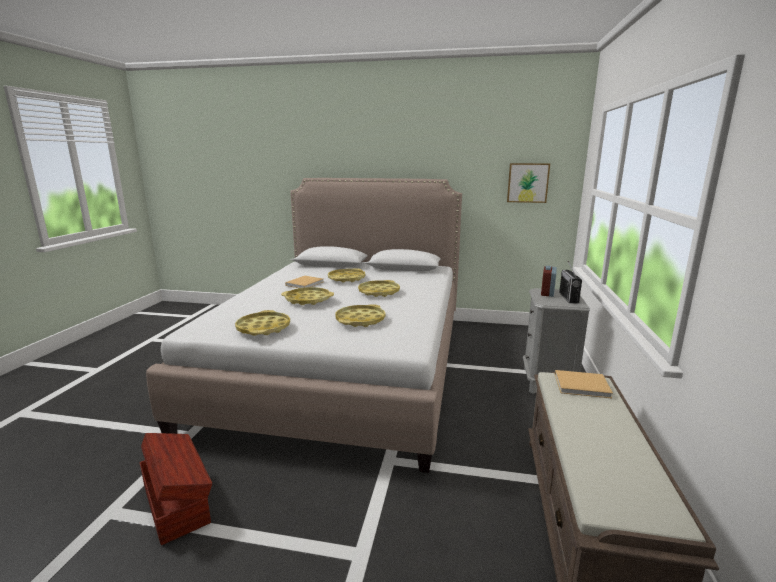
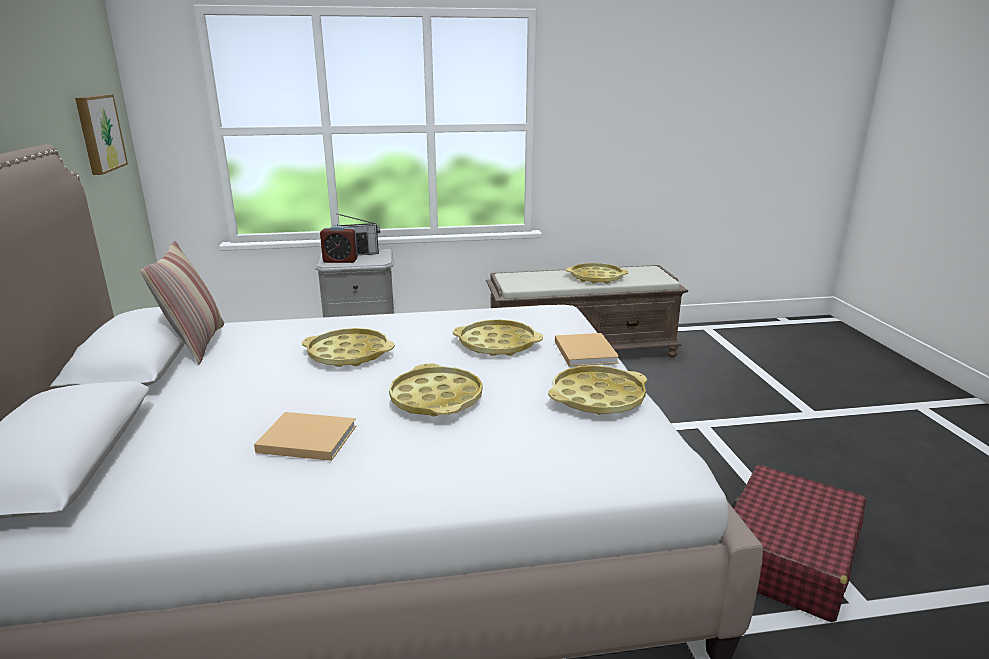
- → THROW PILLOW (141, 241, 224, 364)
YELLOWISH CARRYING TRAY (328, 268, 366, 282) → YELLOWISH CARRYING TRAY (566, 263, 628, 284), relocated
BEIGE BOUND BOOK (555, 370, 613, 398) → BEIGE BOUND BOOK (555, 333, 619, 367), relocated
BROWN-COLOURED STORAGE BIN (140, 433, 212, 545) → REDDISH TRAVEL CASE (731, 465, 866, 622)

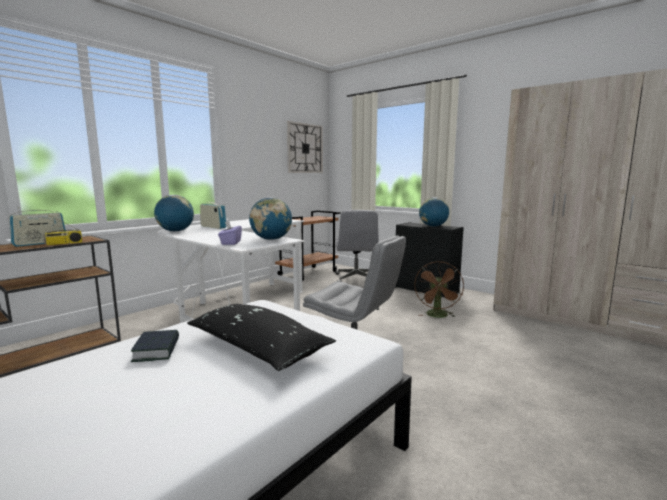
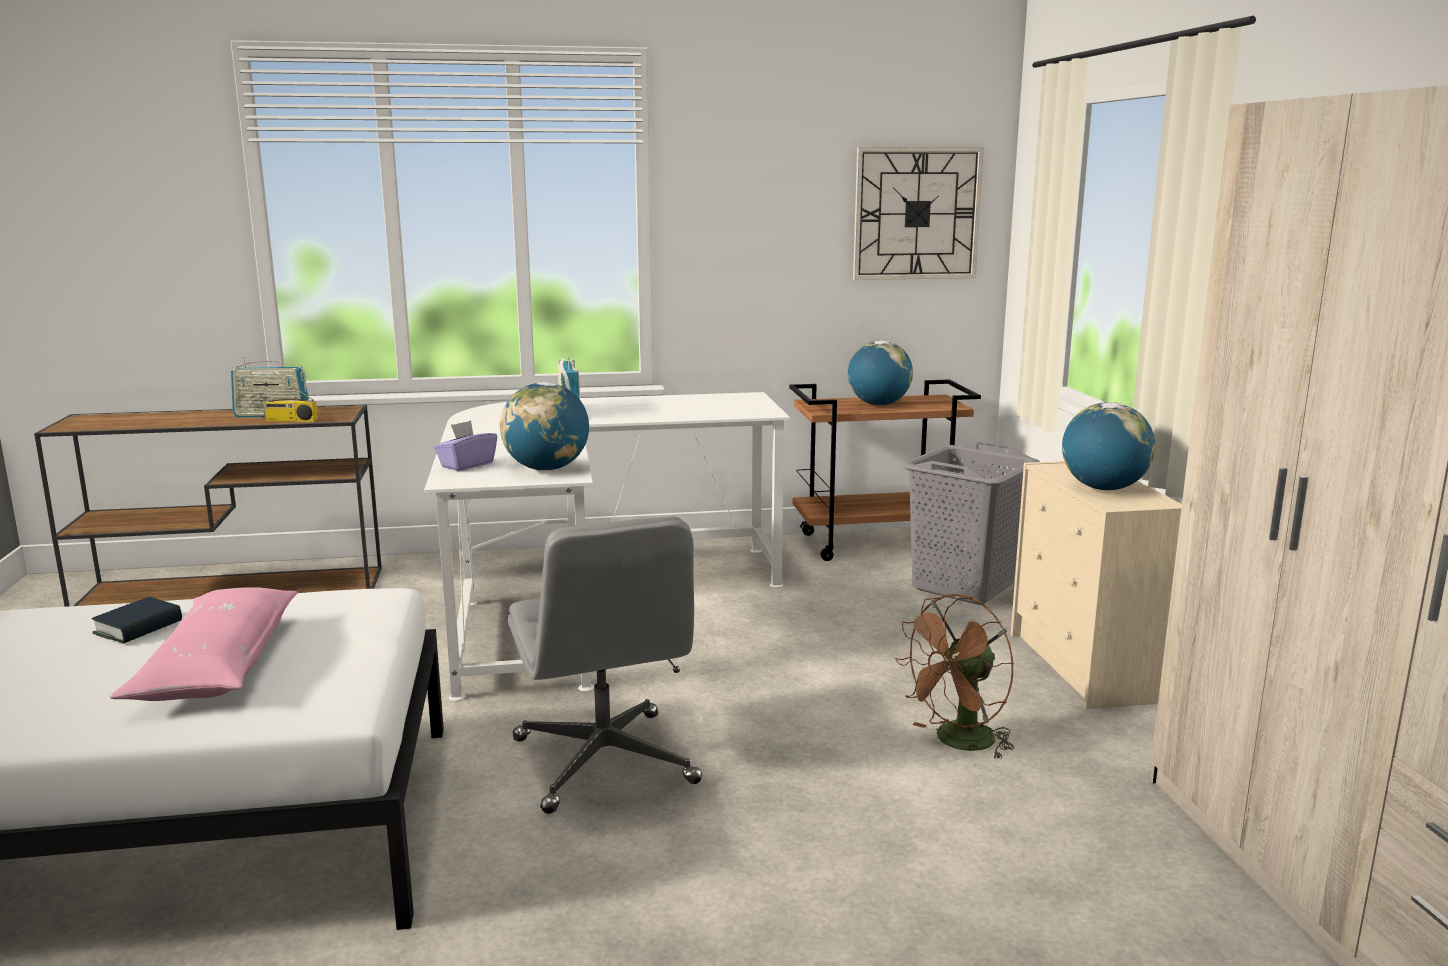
WORLD GLOBE (154, 195, 194, 232) → WORLD GLOBE (848, 340, 913, 405), relocated
GREY COMPUTER CHAIR (335, 210, 378, 282) → GREY HAMPER (901, 441, 1040, 605)
BLACKISH THROW PILLOW (187, 304, 336, 371) → PINK-COLOURED THROW PILLOW (110, 587, 297, 701)
BLACKISH CHEST OF DRAWERS (395, 222, 464, 297) → BEIGE CHEST OF DRAWERS (1011, 461, 1182, 710)

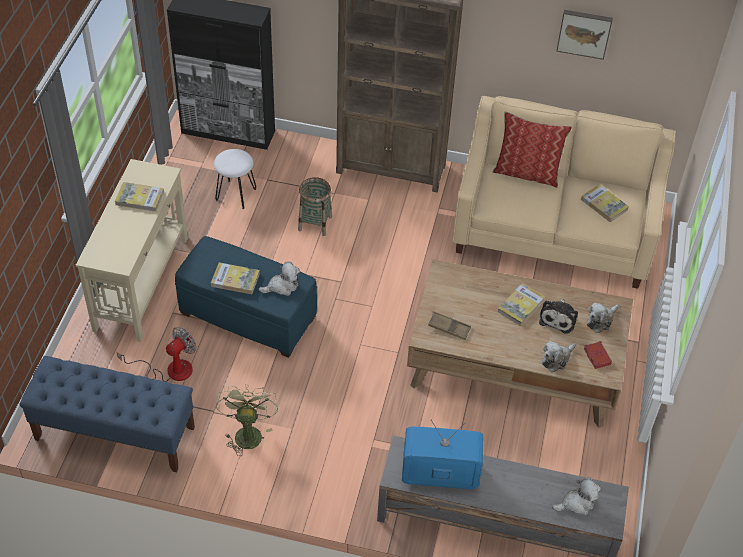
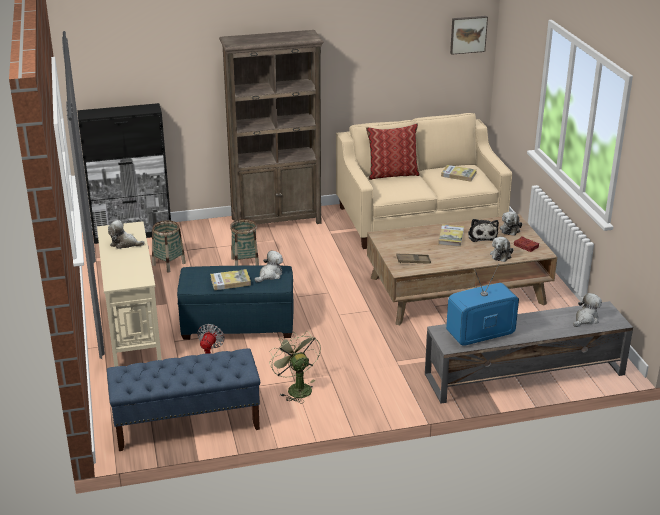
WALL PICTURE (556, 10, 613, 60) → WALL PICTURE (450, 16, 488, 54), relocated
BOUND BOOK (115, 182, 164, 212) → SOFT TOY (108, 220, 145, 249)
WHITE-COLOURED STOOL (214, 149, 256, 209) → STORAGE BASKET (152, 220, 186, 272)

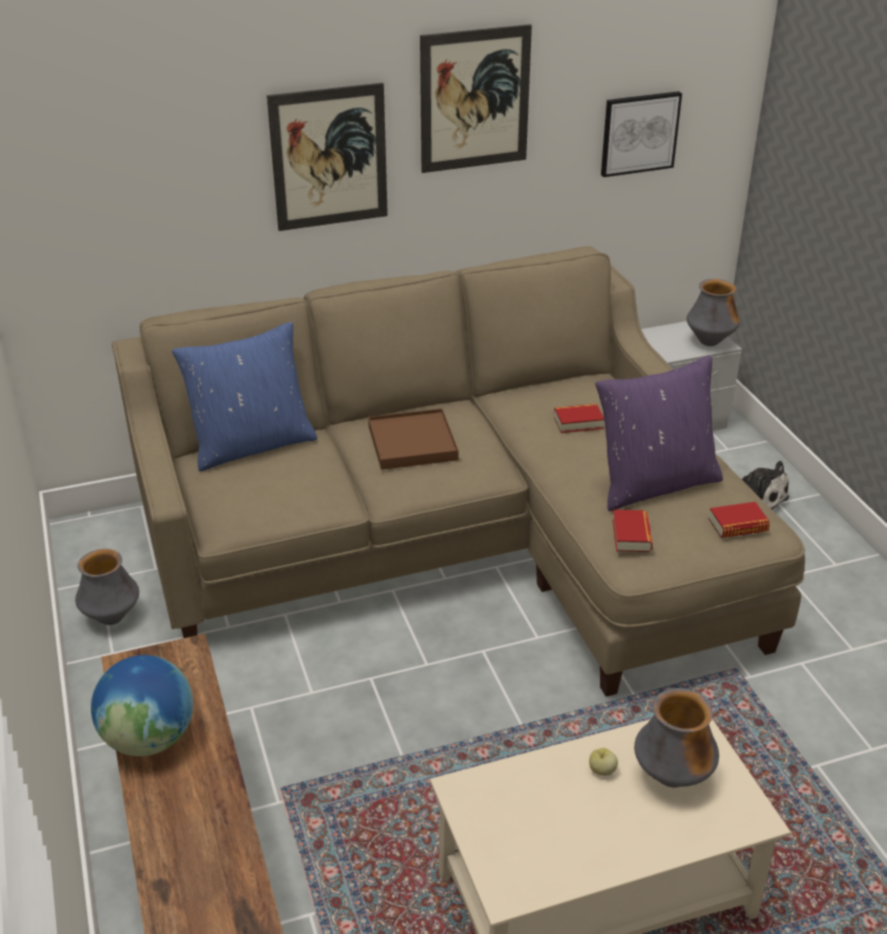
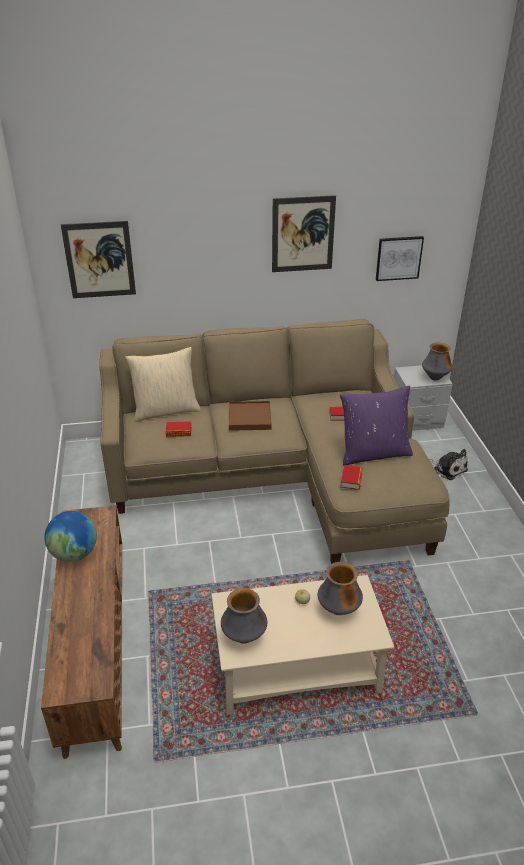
FLOWER VASE (75, 549, 139, 625) → FLOWER VASE (221, 588, 267, 644), relocated
WALL PICTURE (267, 83, 388, 231) → WALL PICTURE (61, 221, 136, 298), relocated
BOUND BOOK (708, 502, 770, 538) → BOUND BOOK (166, 421, 191, 437), relocated
BLUISH THROW PILLOW (172, 322, 317, 471) → BEIGE THROW PILLOW (125, 347, 201, 422)

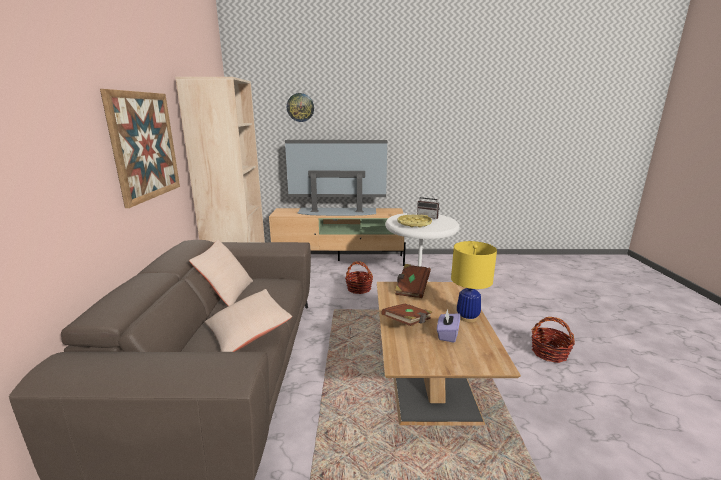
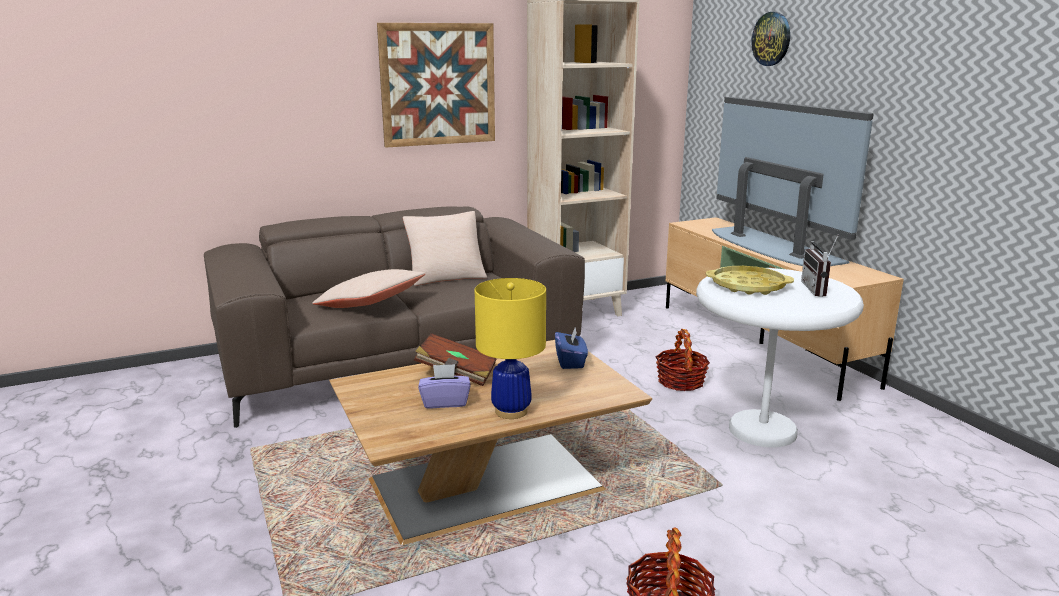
BROWN-COLOURED BOUND BOOK (395, 264, 431, 298) → BLUISH TISSUE HOLDER (555, 328, 588, 369)

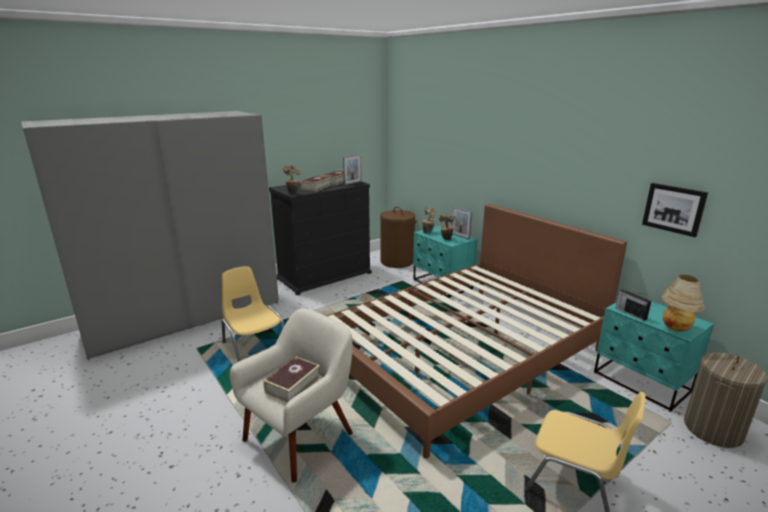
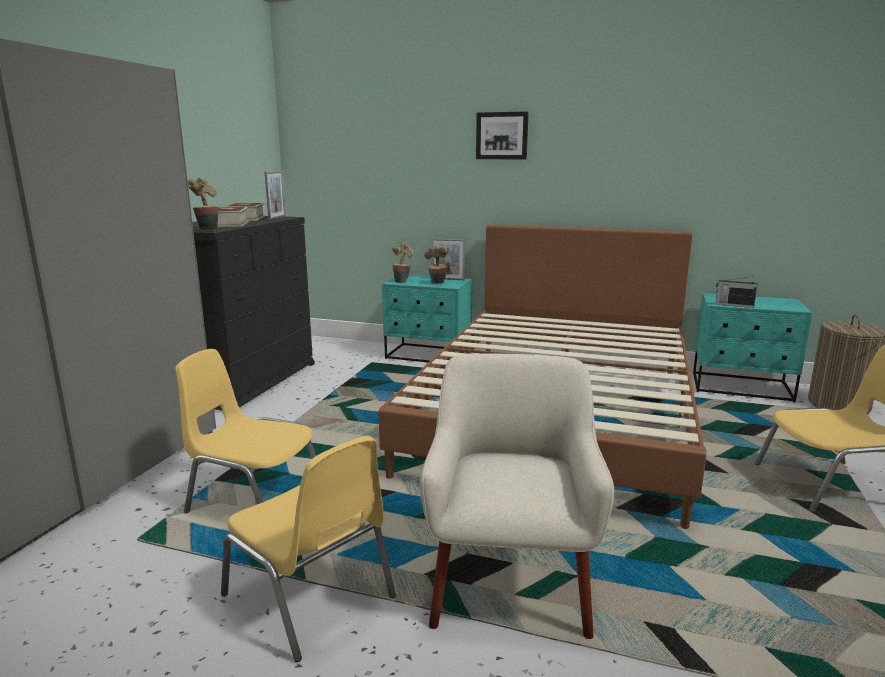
BOUND BOOK (263, 356, 320, 403) → -
BROWN-COLOURED HAMPER (380, 207, 417, 268) → -
TABLETOP LAMP (662, 275, 705, 332) → -
- → YELLOWISH UPRIGHT CHAIR (221, 436, 396, 662)
WALL PICTURE (642, 183, 708, 237) → WALL PICTURE (476, 111, 529, 159), relocated

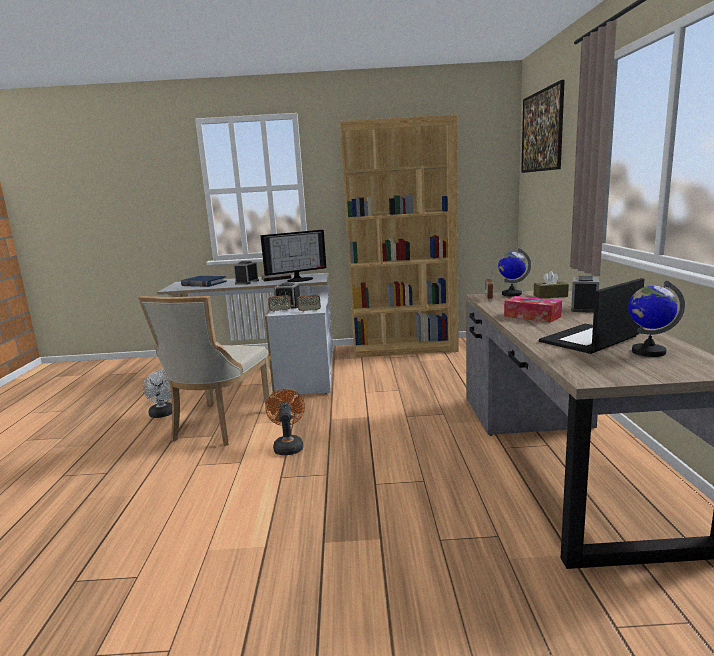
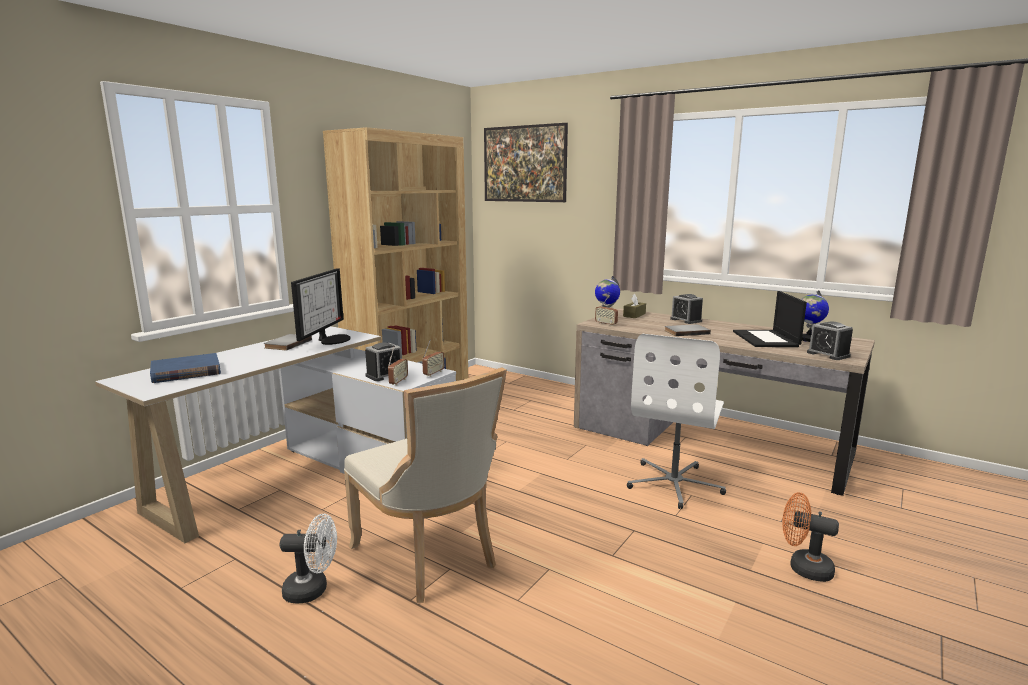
- → WHITE-COLOURED COMPUTER CHAIR (627, 334, 726, 509)
TABLE CLOCK (234, 261, 259, 285) → TABLE CLOCK (807, 322, 853, 360), relocated
ORANGEY FAN (265, 389, 305, 455) → ORANGEY FAN (782, 492, 839, 582), relocated
TISSUE HOLDER (504, 296, 562, 322) → GREY BOUND BOOK (664, 324, 711, 336)

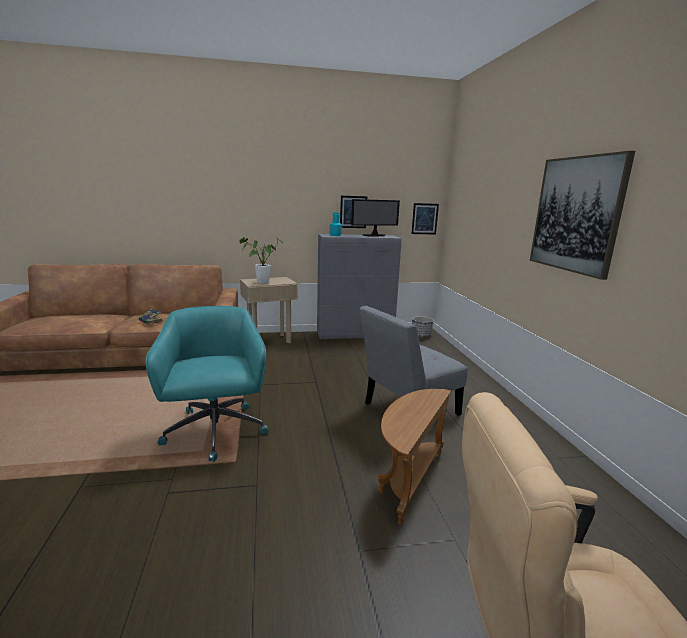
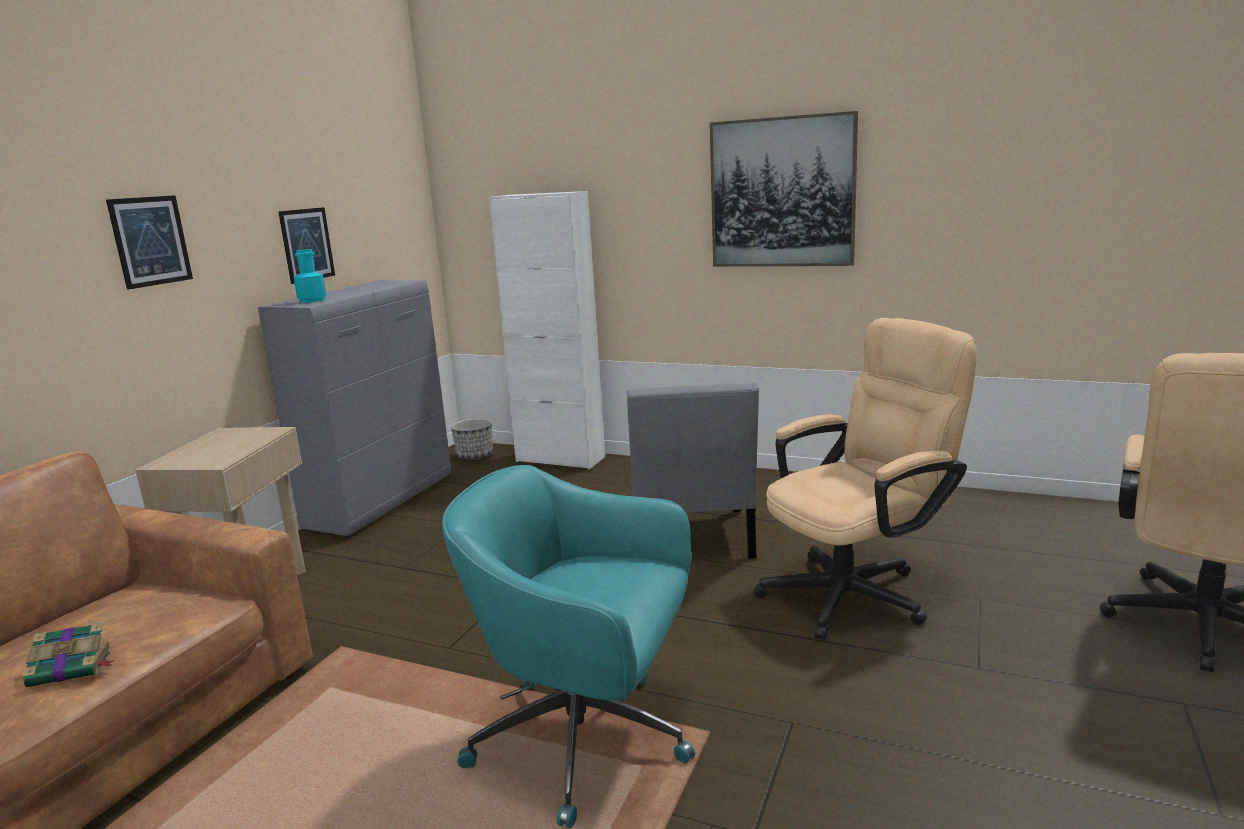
POTTED PLANT (239, 237, 283, 284) → -
MONITOR (351, 199, 400, 236) → -
- → WHITE-COLOURED CUPBOARD (489, 191, 605, 469)
WALL PICTURE (411, 203, 439, 234) → WALL PICTURE (106, 195, 193, 290), relocated
BROWN-COLOURED END TABLE (378, 389, 451, 525) → BEIGE COMPUTER CHAIR (754, 318, 977, 640)

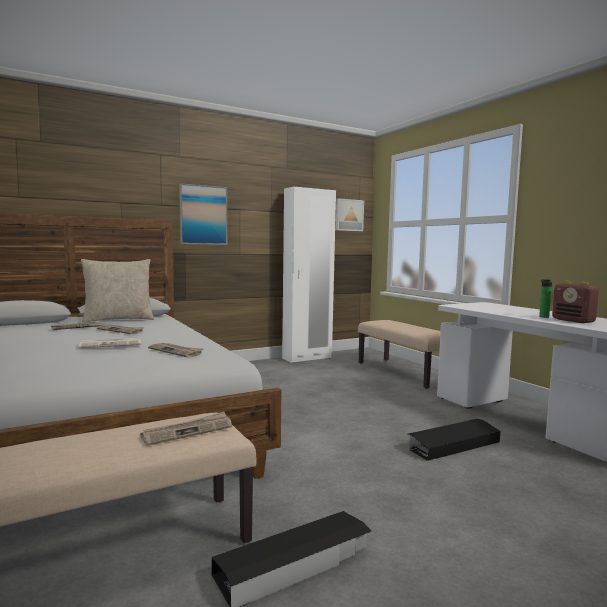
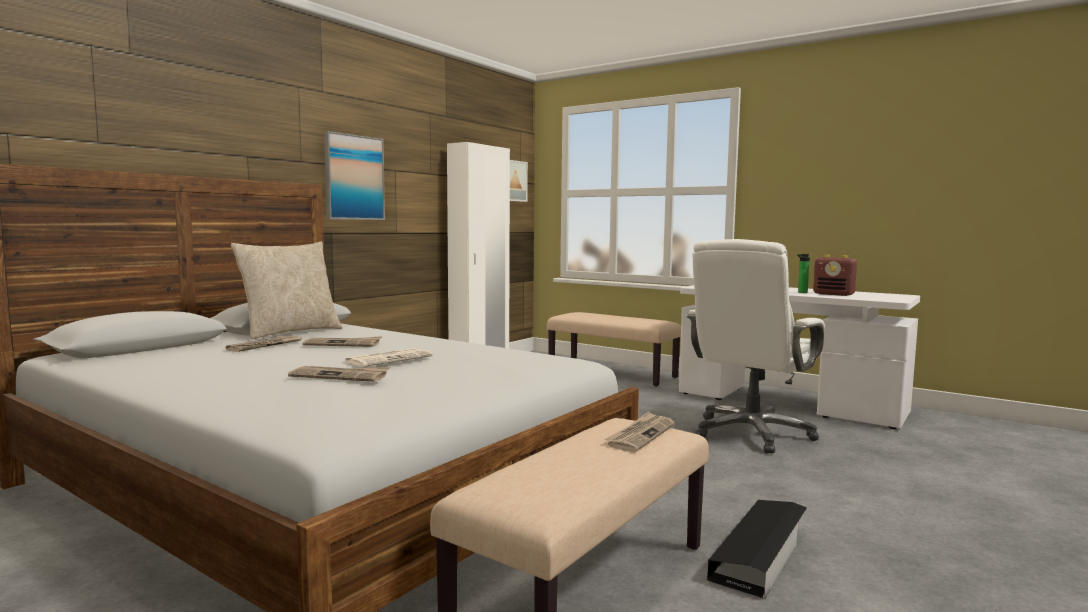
PRINTED PAPER (148, 343, 203, 358) → PRINTED PAPER (288, 366, 390, 382), relocated
BLACKISH STORAGE BIN (408, 419, 500, 461) → WHITE-COLOURED COMPUTER CHAIR (686, 239, 825, 454)

